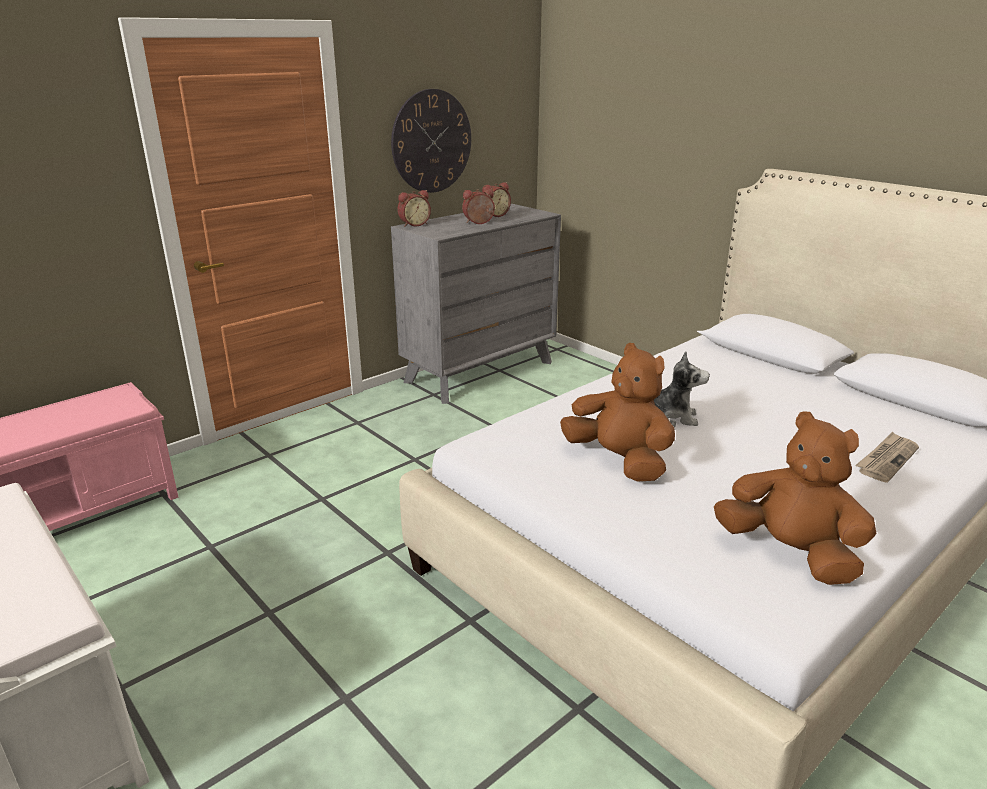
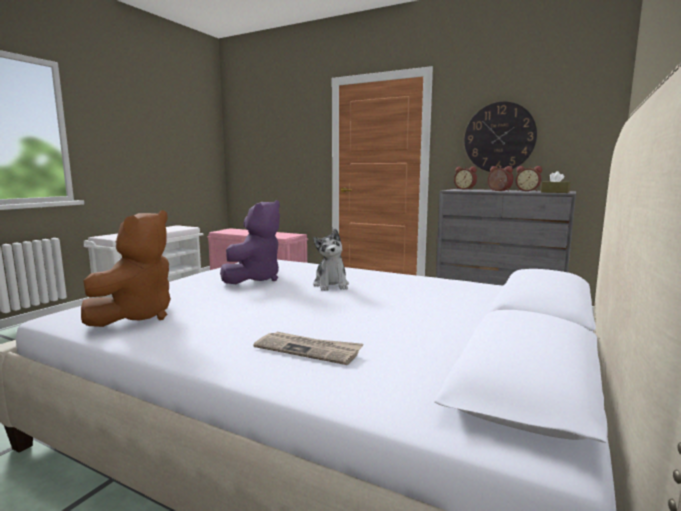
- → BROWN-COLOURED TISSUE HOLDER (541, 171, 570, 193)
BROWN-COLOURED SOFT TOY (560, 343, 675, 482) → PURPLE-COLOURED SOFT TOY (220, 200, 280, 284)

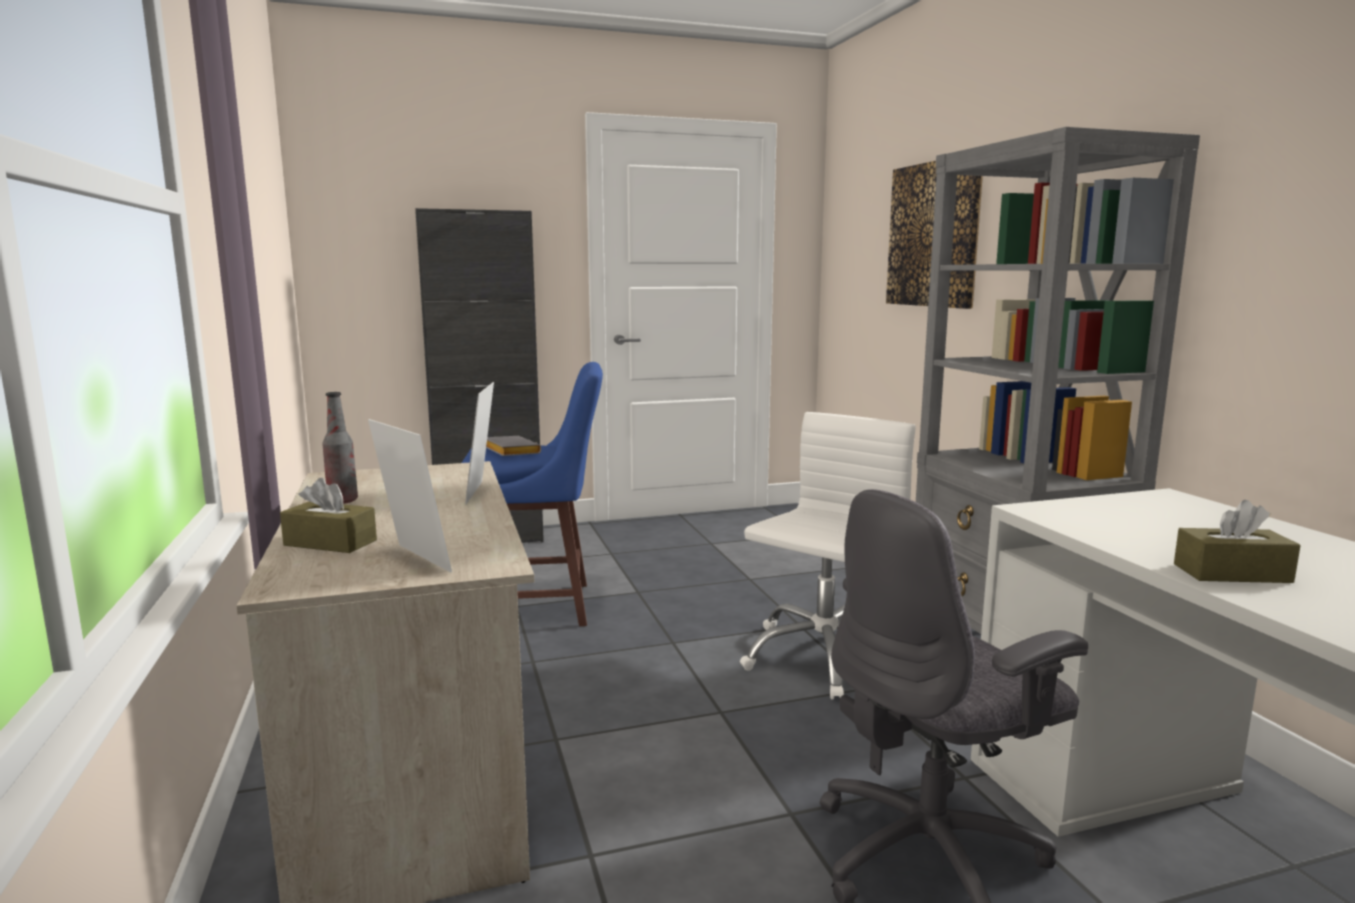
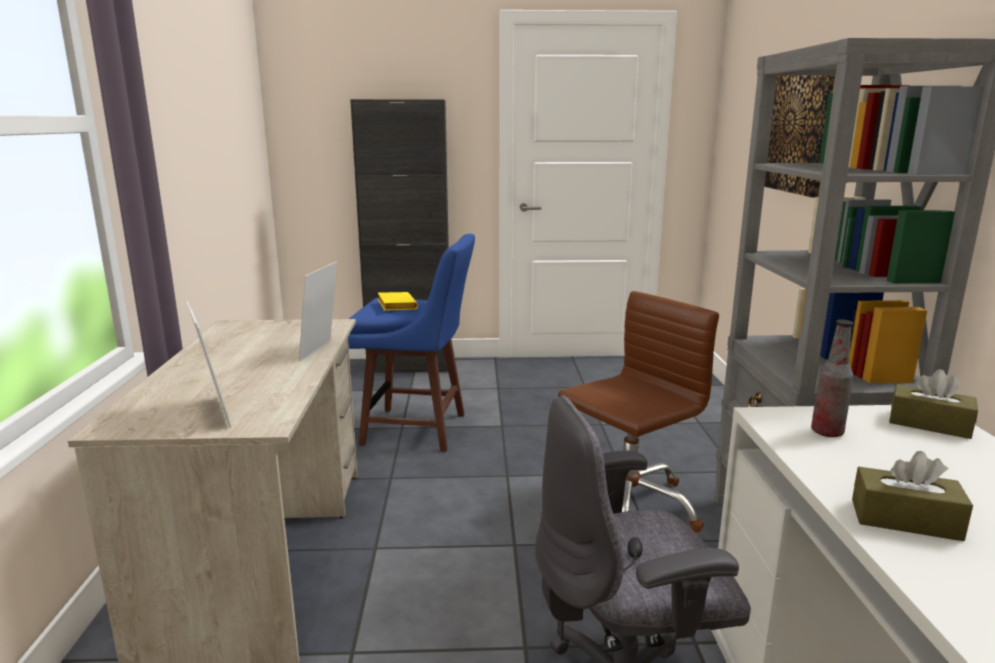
BROWN-COLOURED TISSUE HOLDER (280, 478, 377, 553) → BROWN-COLOURED TISSUE HOLDER (889, 369, 978, 439), relocated
BOTTLE (322, 392, 358, 504) → BOTTLE (811, 319, 854, 437), relocated
GREY BOUND BOOK (486, 436, 541, 456) → YELLOWISH BOUND BOOK (378, 292, 418, 311)
WHITE-COLOURED COMPUTER CHAIR (740, 412, 916, 700) → BROWN-COLOURED COMPUTER CHAIR (558, 291, 719, 533)

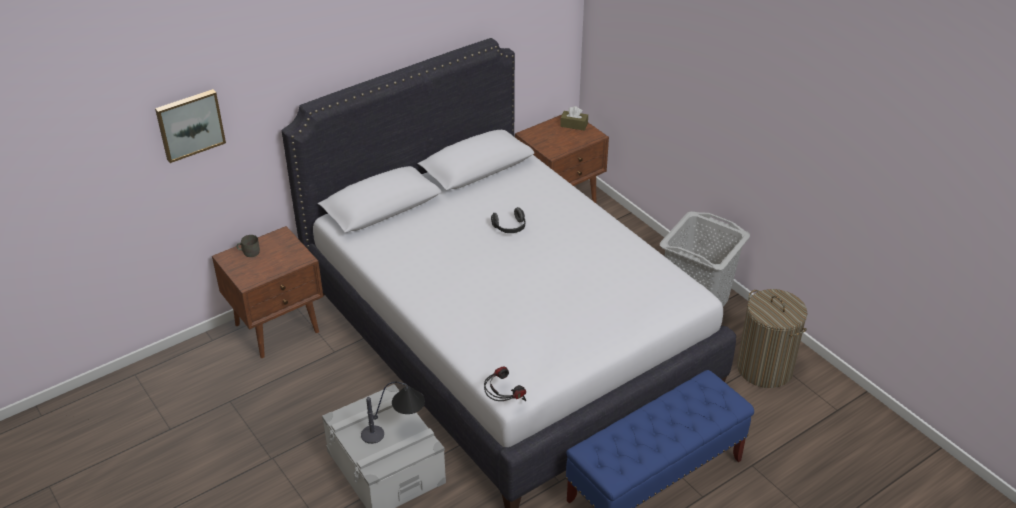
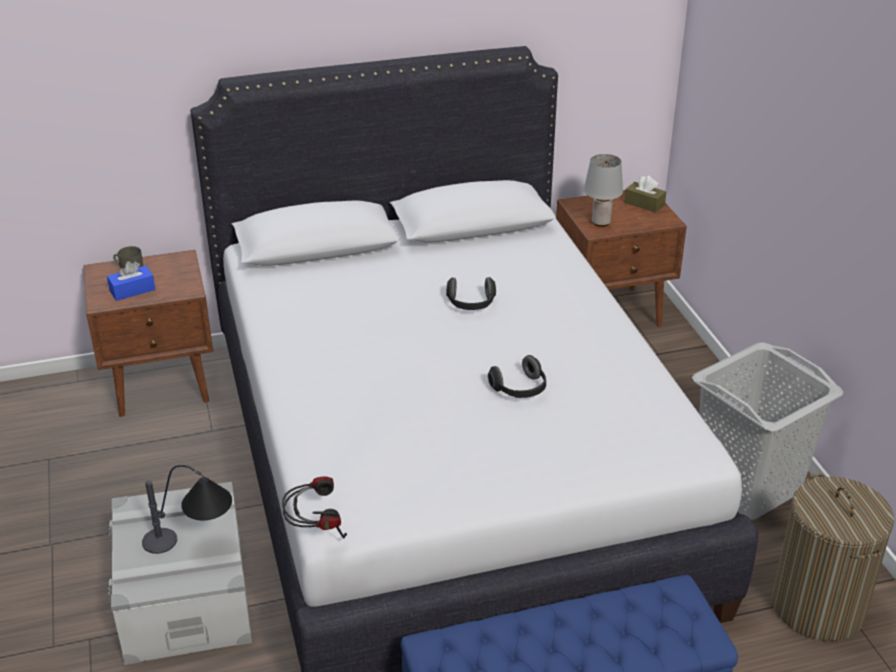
WALL PICTURE (155, 89, 226, 163) → -
- → BLUISH TISSUE HOLDER (107, 261, 155, 301)
- → PAIR OF HEADPHONES (488, 355, 546, 398)
- → GREY TABLETOP LAMP (584, 154, 623, 227)

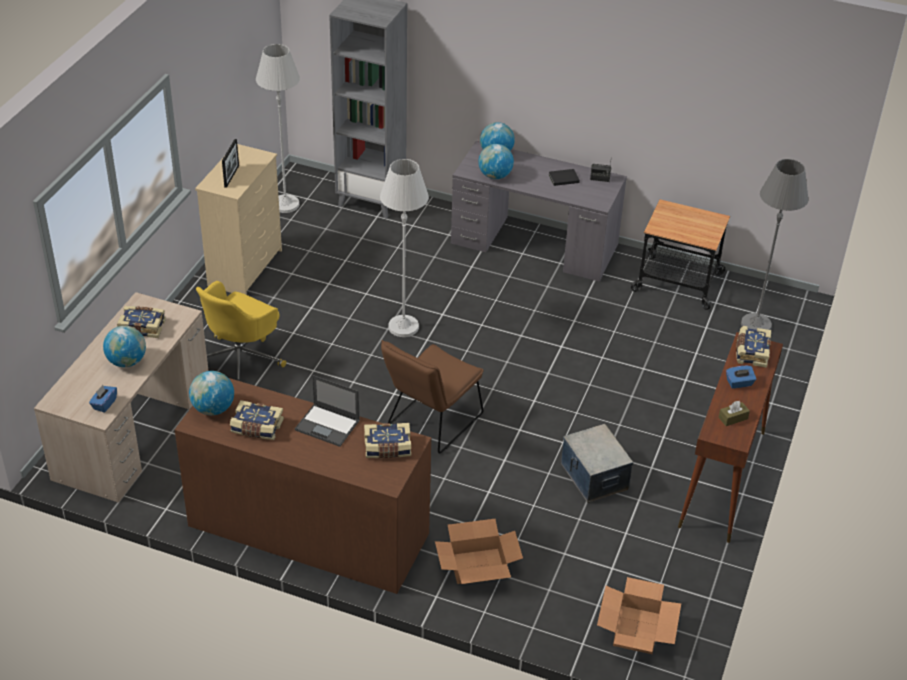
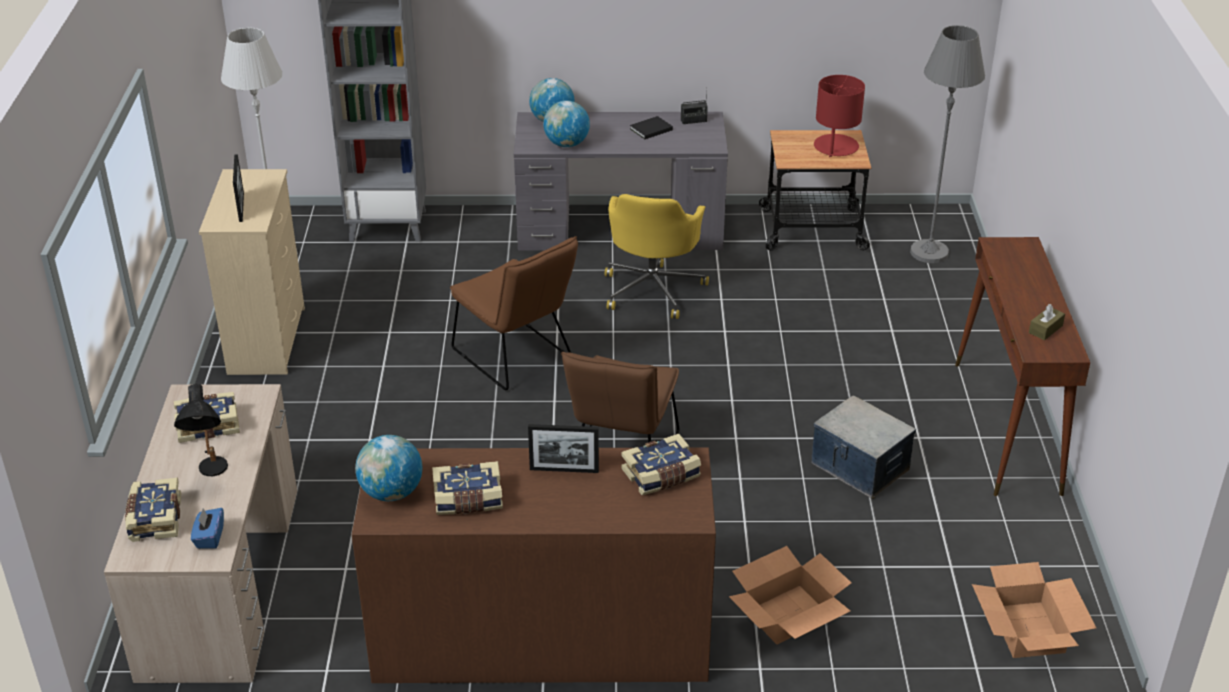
BLUISH TISSUE HOLDER (726, 366, 756, 389) → -
- → REDDISH TABLETOP LAMP (814, 75, 865, 157)
YELLOWISH COMPUTER CHAIR (196, 281, 286, 381) → YELLOWISH COMPUTER CHAIR (605, 194, 709, 319), relocated
BOUND BOOK (736, 326, 771, 368) → BOUND BOOK (125, 478, 181, 542), relocated
WORLD GLOBE (103, 326, 146, 367) → BLACKISH TABLETOP LAMP (174, 384, 228, 476)
LAPTOP (295, 375, 360, 447) → PICTURE FRAME (528, 424, 599, 473)
WHITE-COLOURED STANDING LAMP (380, 159, 429, 337) → BROWN-COLOURED UPRIGHT CHAIR (450, 236, 578, 390)

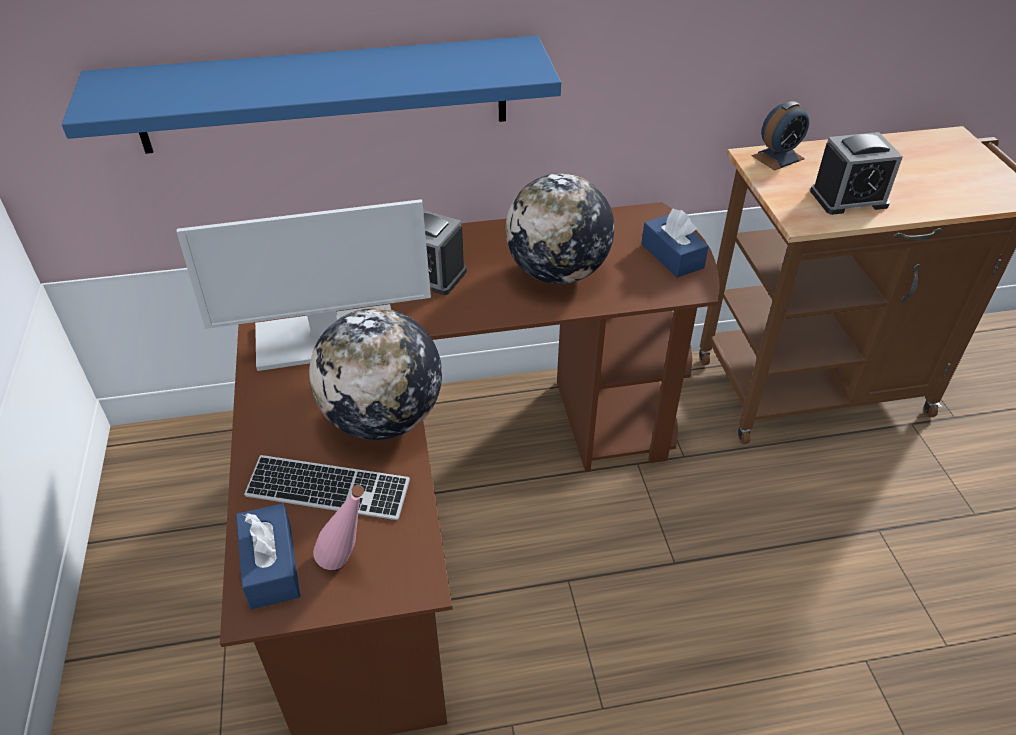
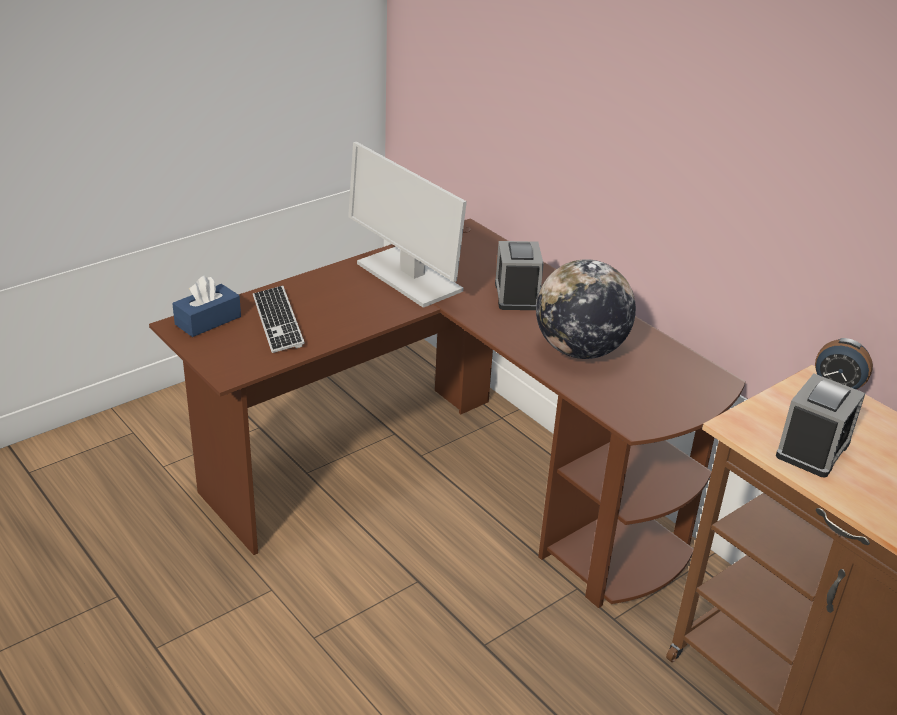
BLUISH SHELF (62, 36, 561, 154) → -
WORLD GLOBE (309, 308, 442, 440) → -
PINK-COLOURED BOTTLE (313, 485, 364, 570) → -
BLUISH TISSUE HOLDER (642, 209, 709, 278) → -
TABLE CLOCK (810, 132, 903, 215) → TABLE CLOCK (776, 374, 865, 477), 105 degrees counterclockwise

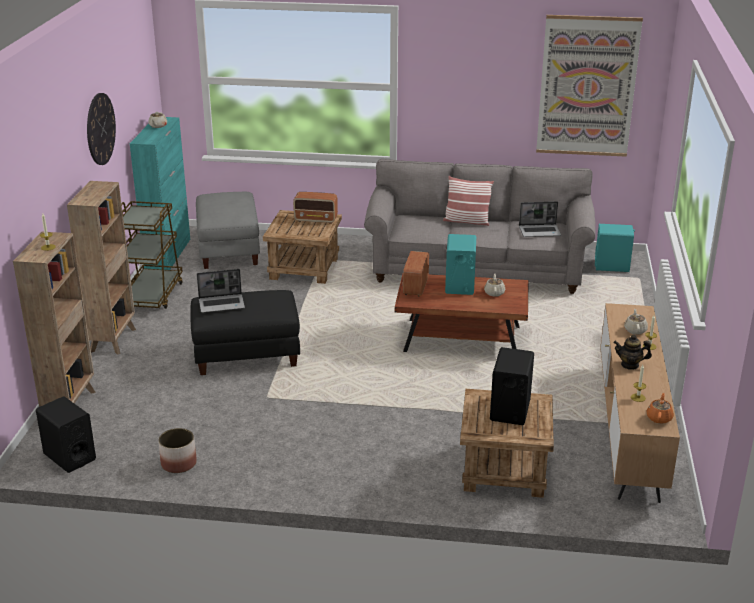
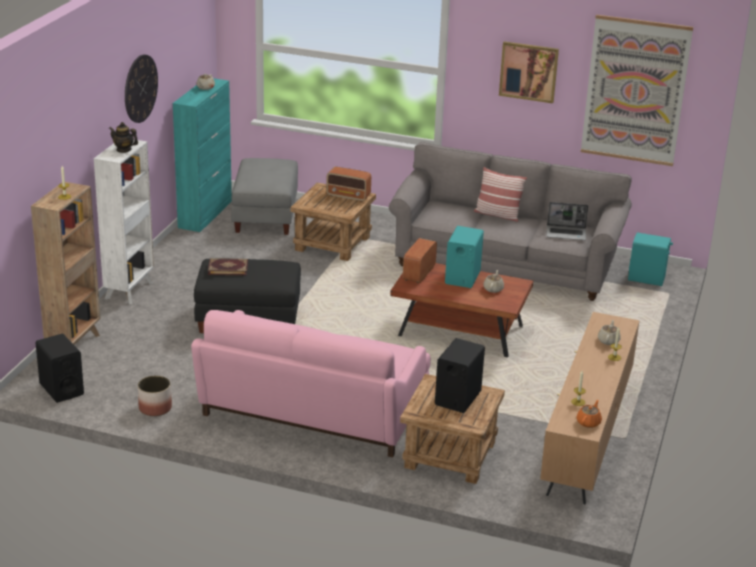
BROWN-COLOURED WHEELED CART (121, 201, 183, 309) → -
- → PINK-COLOURED SOFA (191, 310, 431, 457)
- → WALL PICTURE (499, 41, 559, 103)
POT FOR TEA (613, 335, 652, 370) → POT FOR TEA (109, 122, 138, 153), relocated
LAPTOP (197, 269, 245, 313) → BOUND BOOK (208, 258, 248, 275)
BROWN-COLOURED BOOKCASE (67, 181, 136, 355) → WHITE-COLOURED BOOKCASE (94, 139, 154, 304)

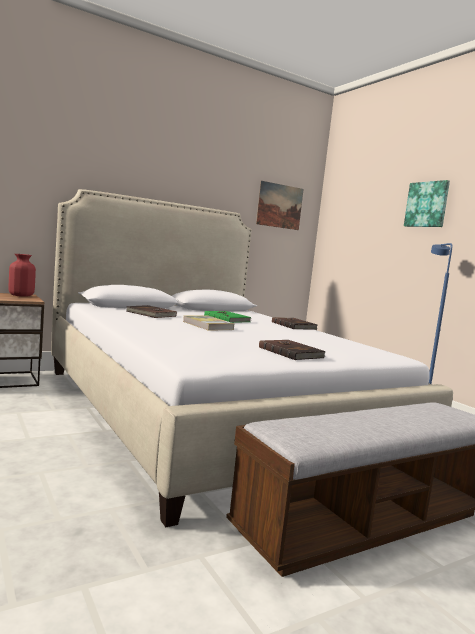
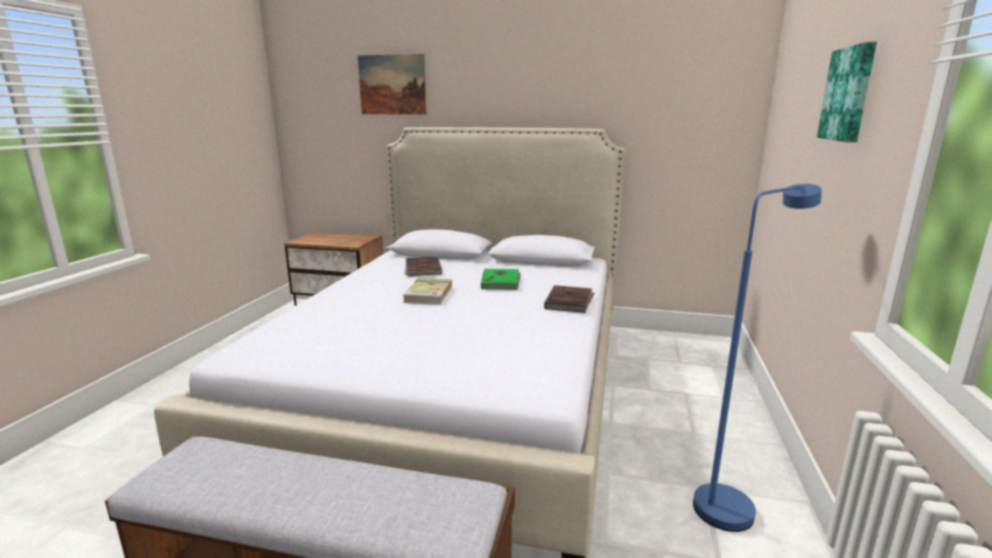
REDDISH FLOWER VASE (9, 254, 36, 297) → -
BROWN-COLOURED BOUND BOOK (259, 340, 326, 360) → -
WALL PICTURE (256, 181, 304, 230) → WALL PICTURE (358, 54, 426, 114), relocated

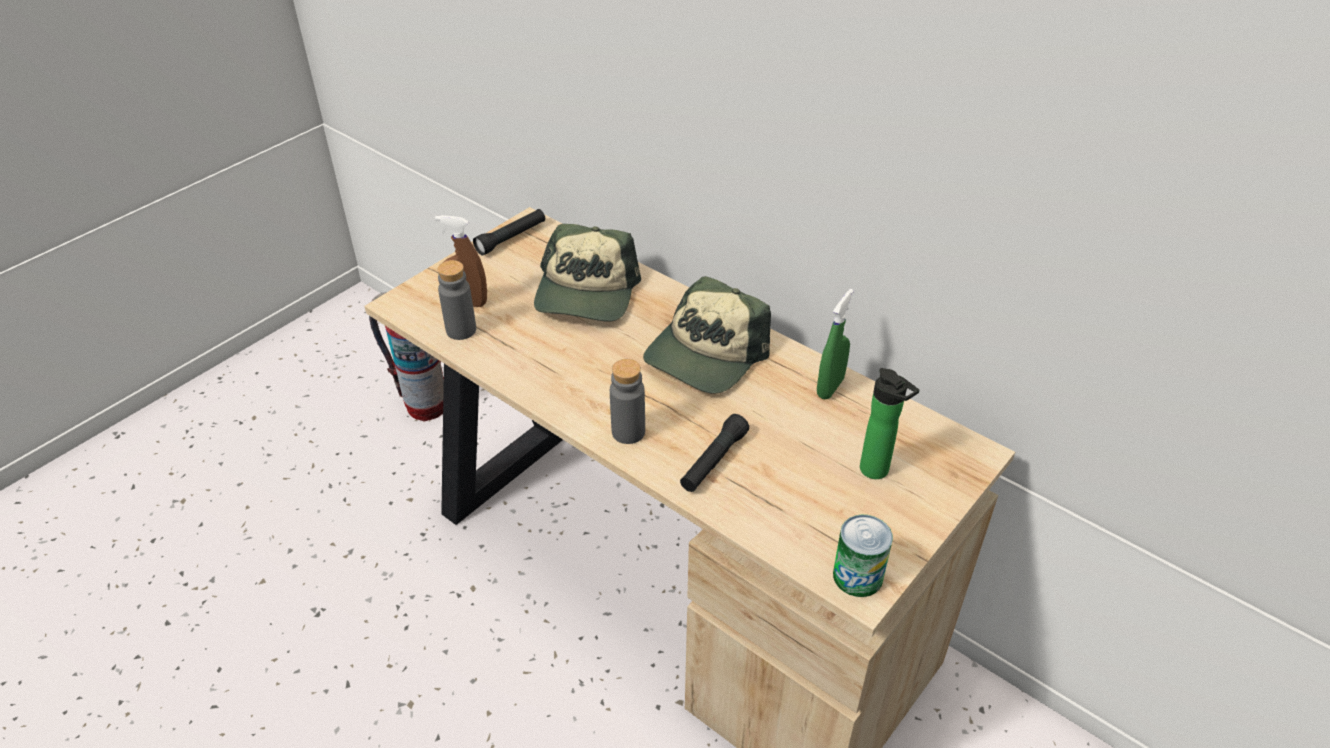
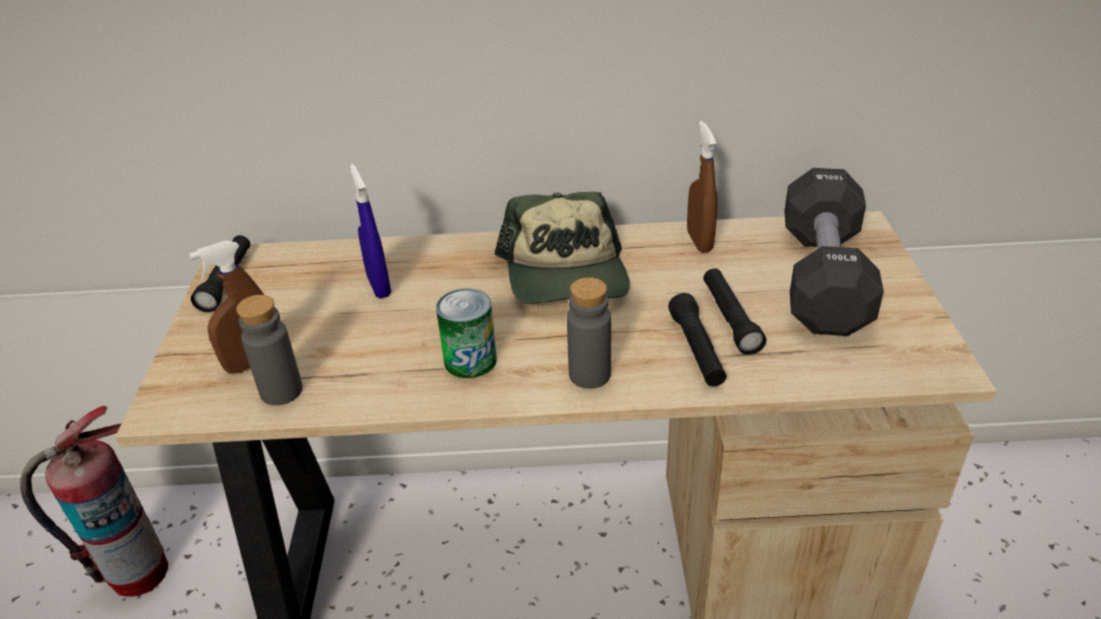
- → BLACKISH TORCH (703, 269, 766, 355)
METAL CAN (833, 515, 893, 597) → METAL CAN (436, 288, 497, 378), relocated
BASEBALL CAP (534, 224, 641, 322) → BLUISH SPRAY BOTTLE (350, 164, 391, 298)
BOTTLE (860, 368, 919, 479) → BLACKISH HAND WEIGHT (784, 168, 884, 336)
GREEN-COLOURED SPRAY BOTTLE (817, 289, 854, 399) → BROWN-COLOURED SPRAY BOTTLE (687, 121, 717, 253)

